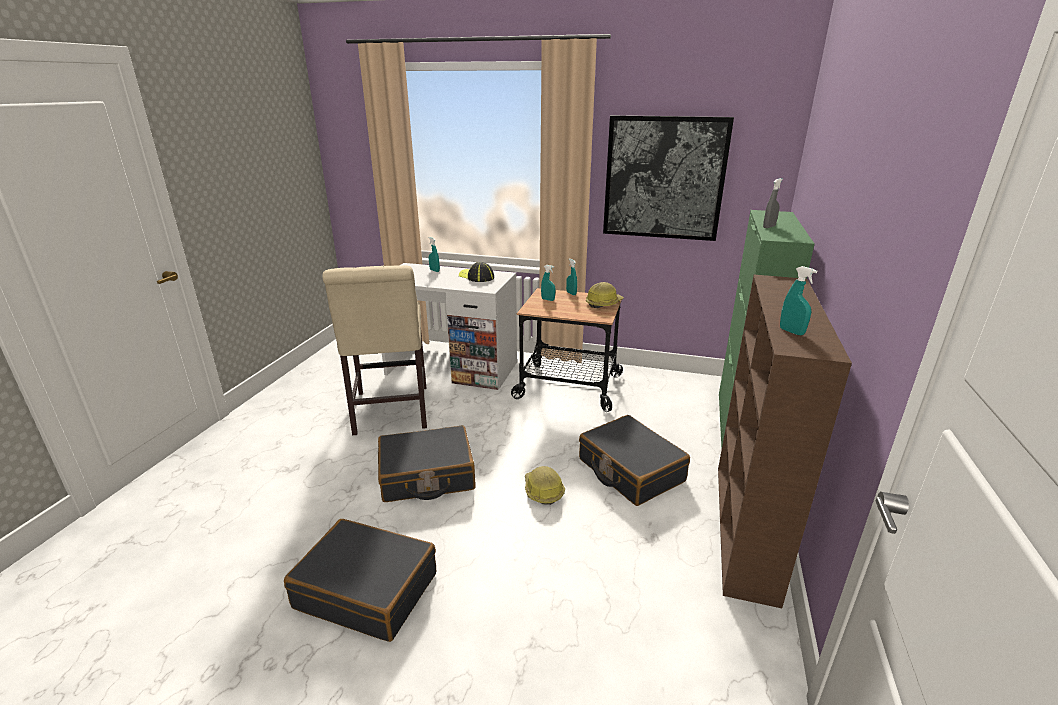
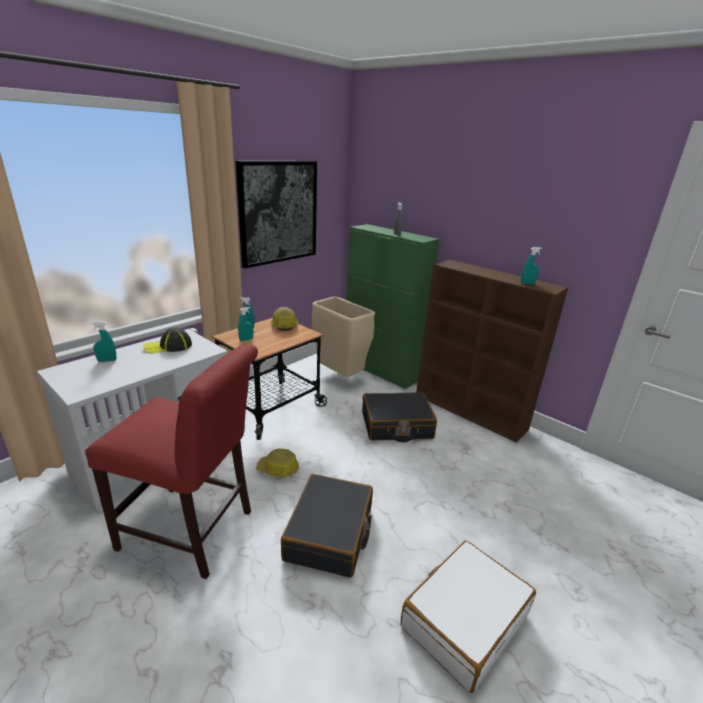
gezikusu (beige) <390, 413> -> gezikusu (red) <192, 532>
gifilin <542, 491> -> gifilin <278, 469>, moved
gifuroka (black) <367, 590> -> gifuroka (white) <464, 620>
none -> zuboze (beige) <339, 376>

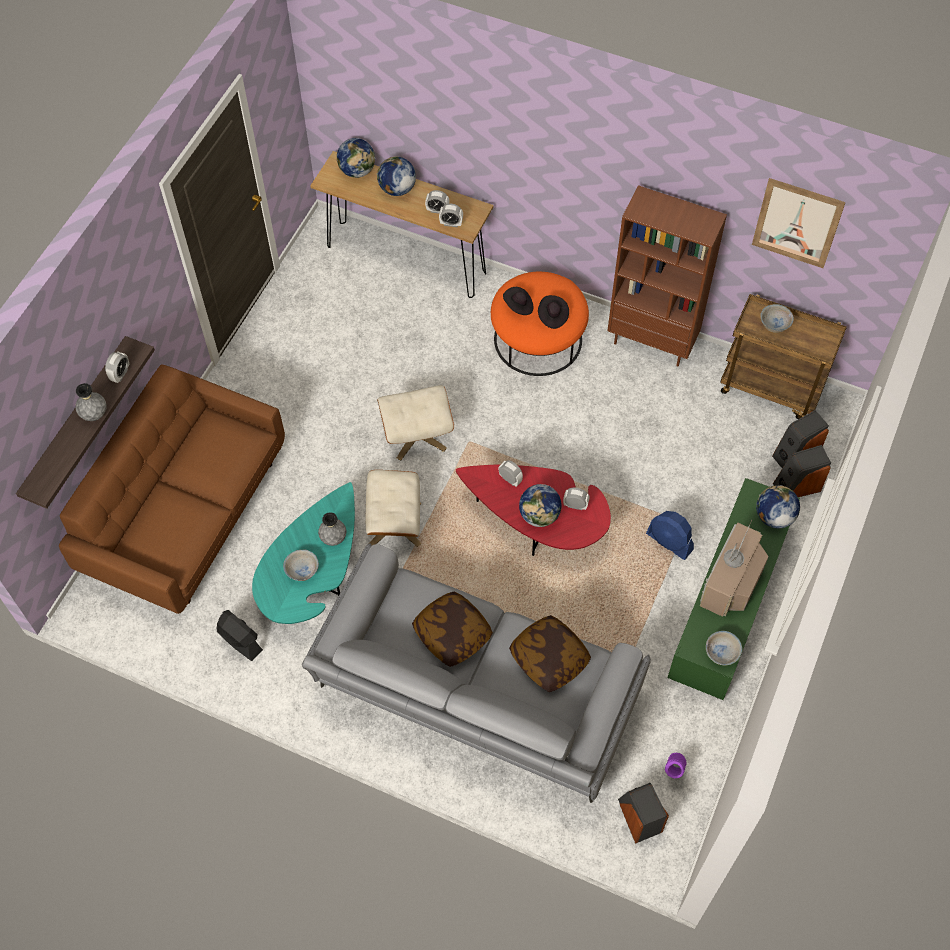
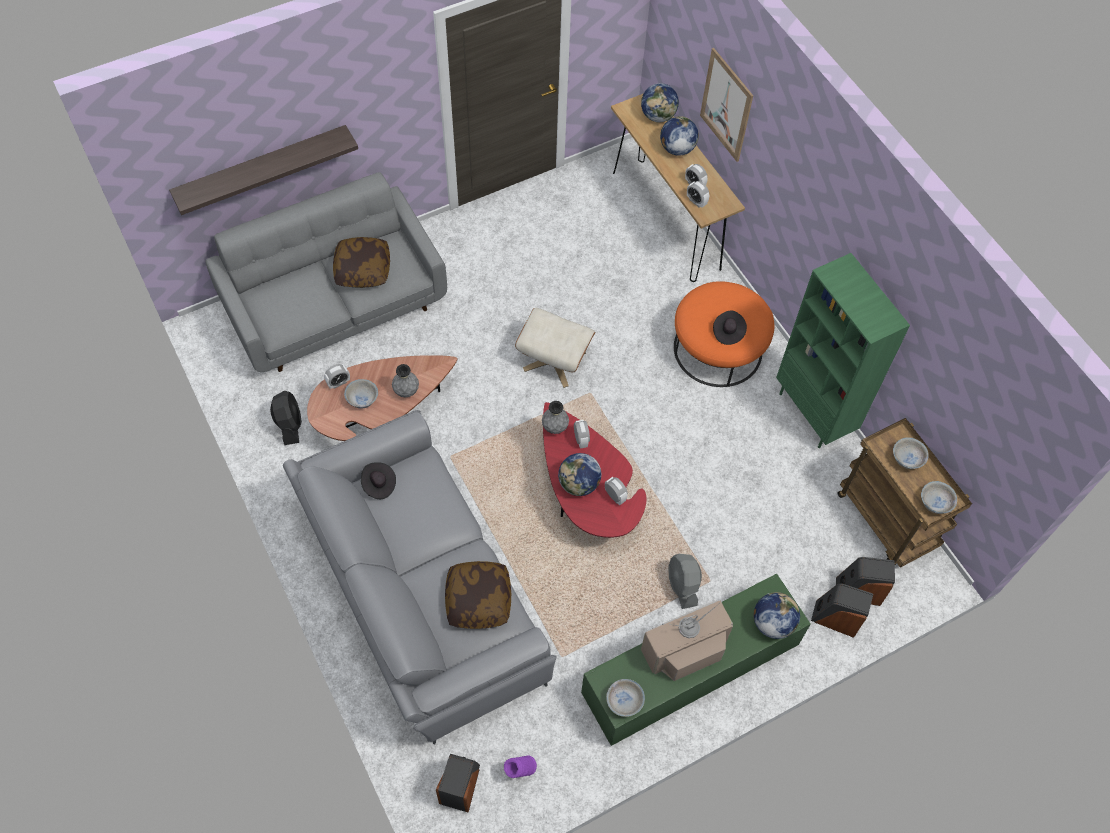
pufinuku <797, 223> -> pufinuku <726, 105>, moved
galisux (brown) <652, 342> -> galisux (green) <814, 414>
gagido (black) <518, 306> -> gagido (black) <378, 485>, moved
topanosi <120, 374> -> topanosi <338, 383>, moved
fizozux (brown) <187, 513> -> fizozux (grey) <335, 305>
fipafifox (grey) <94, 415> -> fipafifox (grey) <555, 427>, moved
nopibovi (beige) <394, 524> -> none
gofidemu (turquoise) <313, 579> -> gofidemu (brown) <380, 416>
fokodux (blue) <669, 542> -> fokodux (grey) <682, 585>
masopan <452, 634> -> masopan <362, 269>, moved
none -> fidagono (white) <935, 503>

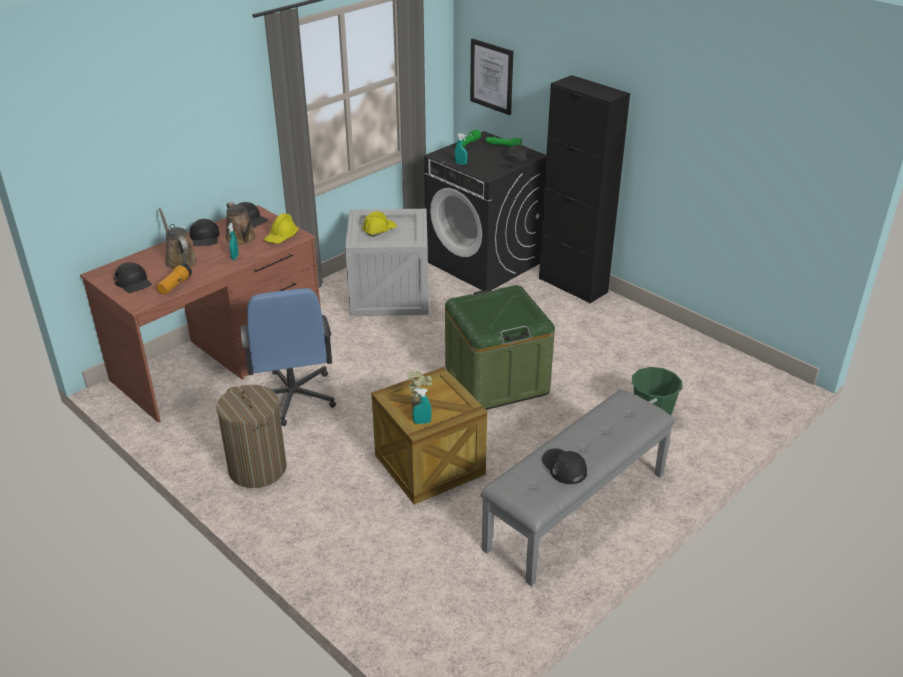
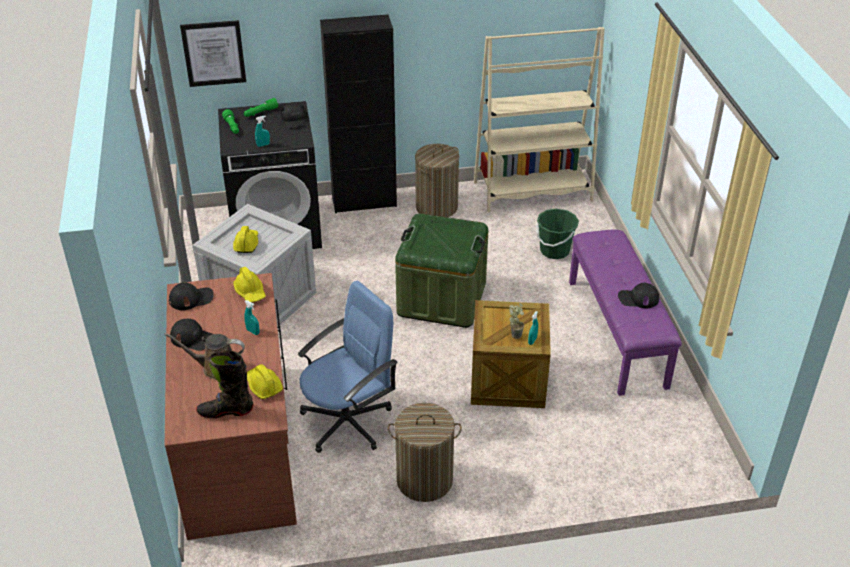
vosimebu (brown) <242, 239> -> none
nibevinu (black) <133, 282> -> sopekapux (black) <225, 411>
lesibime <175, 286> -> gifilin (yellow) <263, 386>
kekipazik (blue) <292, 397> -> kekipazik (blue) <348, 421>, 60 degrees counterclockwise
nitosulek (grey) <577, 511> -> nitosulek (purple) <617, 332>
none -> galisux (beige) <533, 191>
none -> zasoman <436, 207>

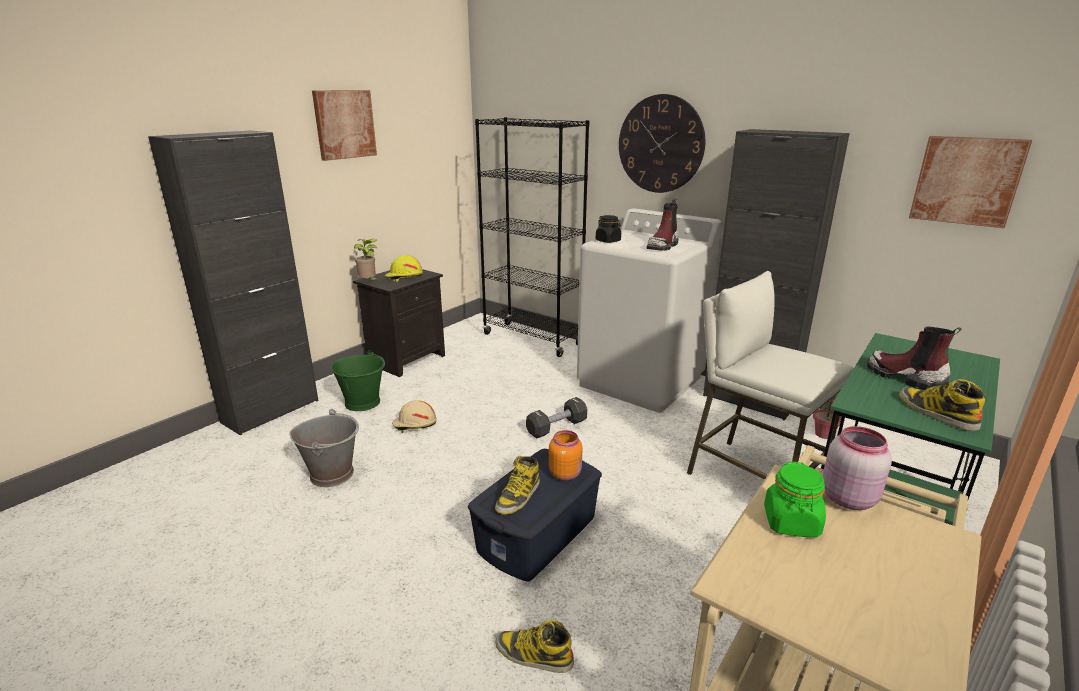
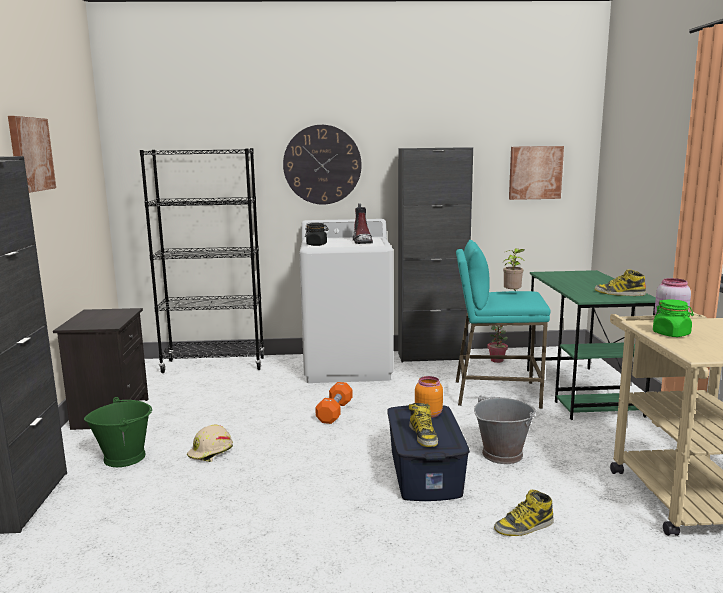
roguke <369, 282> -> roguke <512, 294>, moved
gifilin (yellow) <404, 277> -> none
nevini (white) <753, 478> -> nevini (turquoise) <496, 394>
sopekapux <904, 378> -> none
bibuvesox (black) <557, 427> -> bibuvesox (orange) <334, 412>
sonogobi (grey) <332, 474> -> sonogobi (grey) <502, 454>, moved

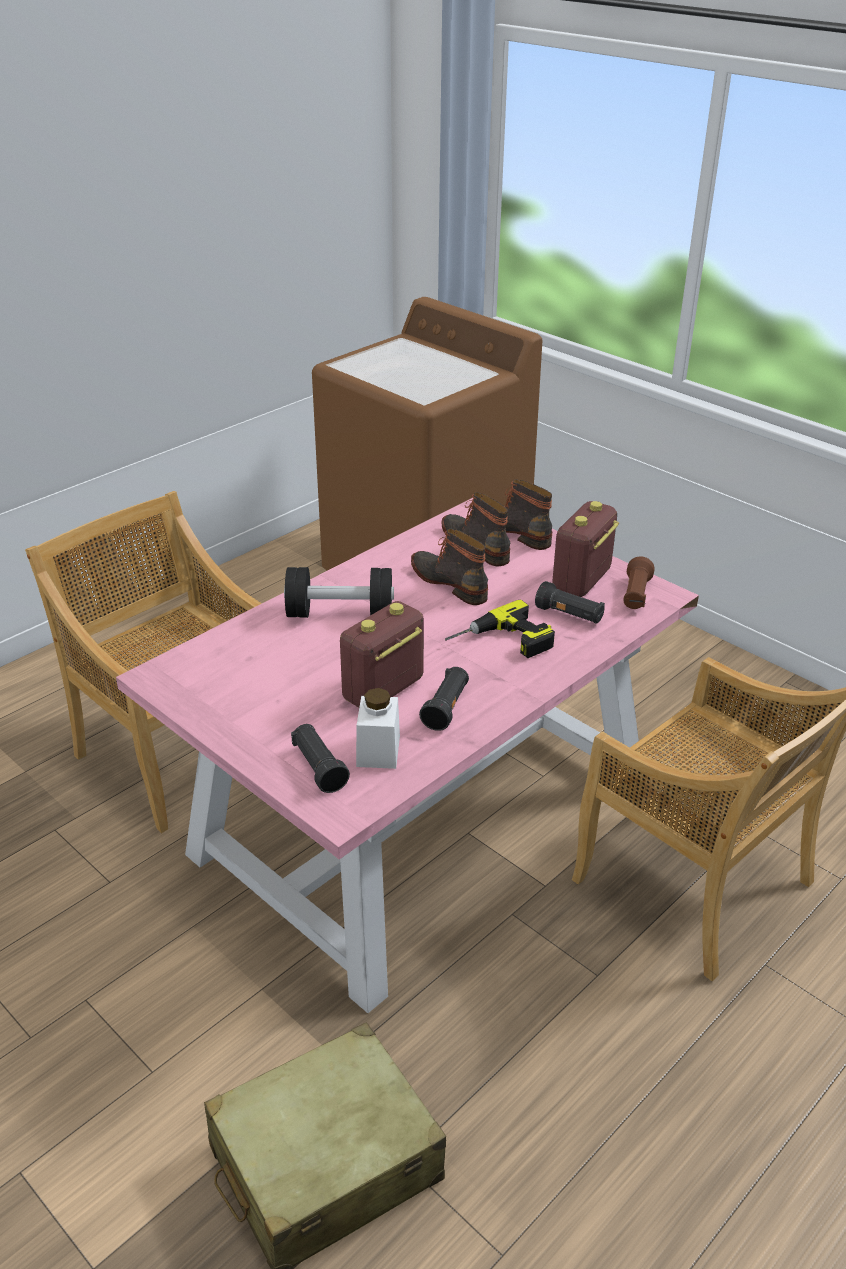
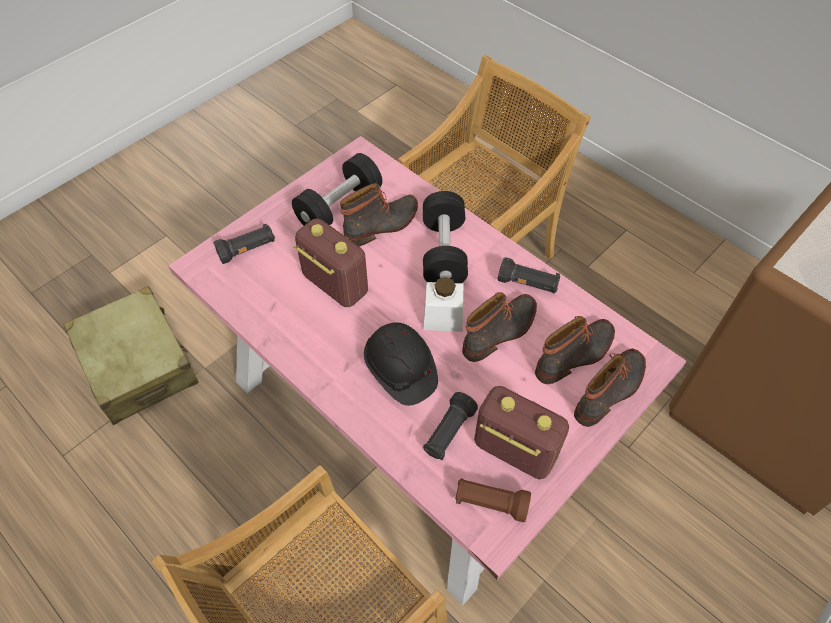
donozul <501, 643> -> gifilin (black) <400, 370>
lesibime (black) <446, 708> -> lesibime (black) <528, 284>, moved
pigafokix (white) <378, 751> -> pigafokix (white) <443, 318>, moved
none -> bibuvesox (black) <339, 207>
none -> sopekapux <382, 225>

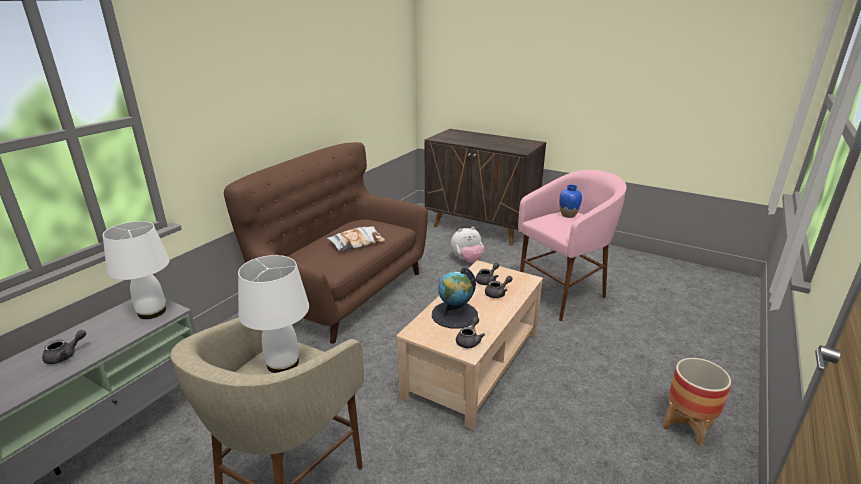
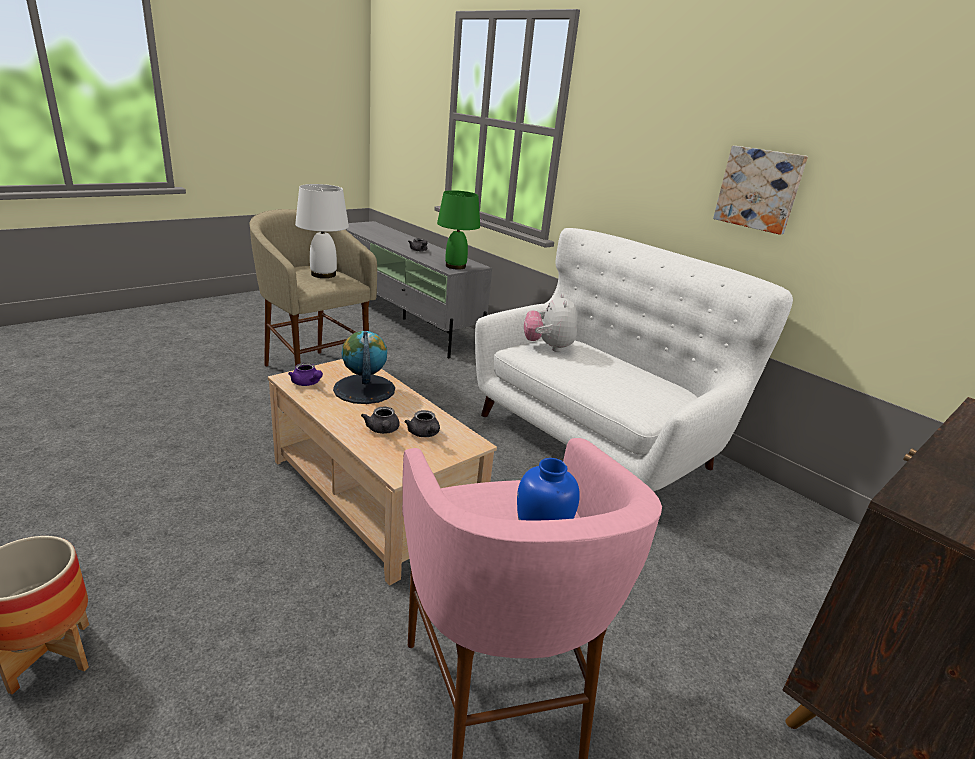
fizozux (brown) <341, 291> -> fizozux (white) <597, 438>
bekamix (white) <152, 312> -> bekamix (green) <455, 266>
masopan <357, 243> -> none
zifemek <467, 260> -> zifemek <548, 347>, moved
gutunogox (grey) <469, 340> -> gutunogox (purple) <307, 383>
none -> pufinuku <759, 189>

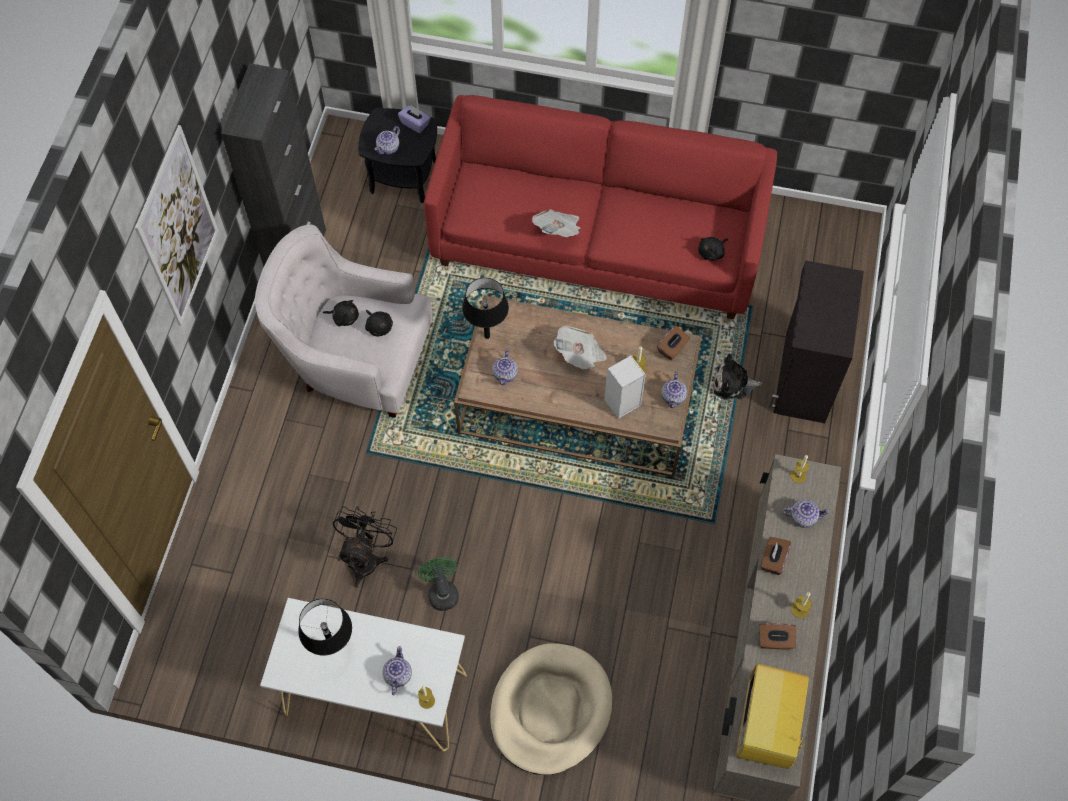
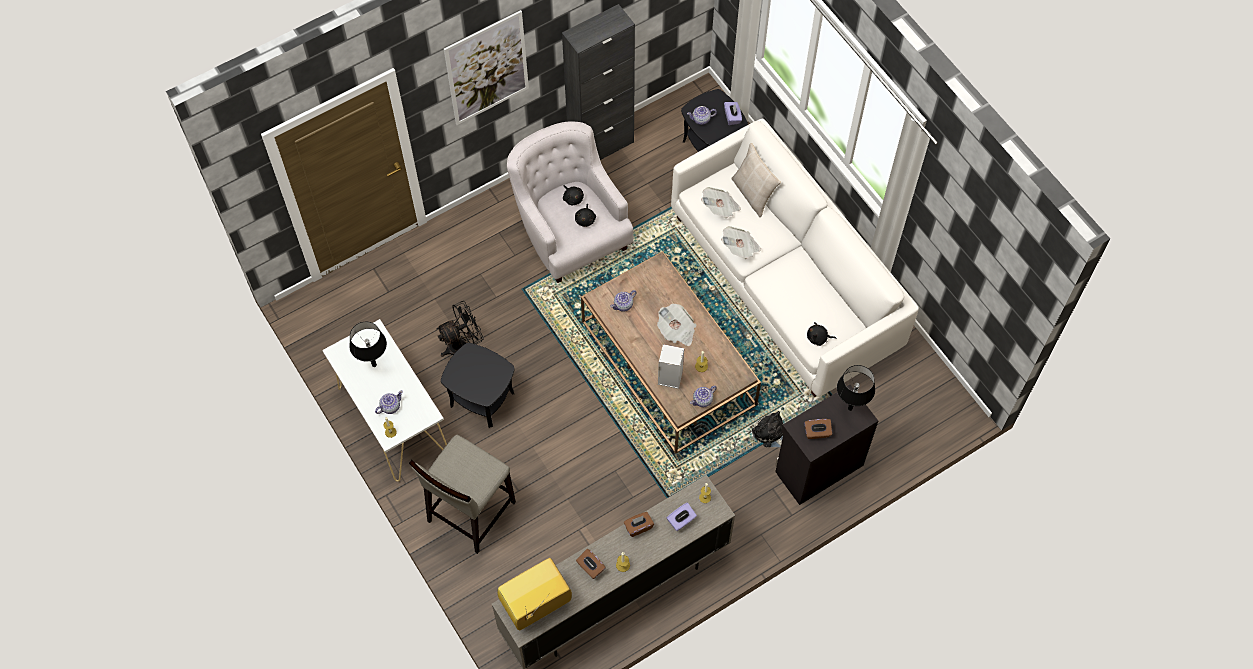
fizozux (red) <597, 241> -> fizozux (white) <785, 281>
bekamix (black) <487, 336> -> bekamix (black) <850, 408>, moved
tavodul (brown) <672, 348> -> tavodul (brown) <817, 433>, moved
gutunogox <802, 517> -> tavodul (purple) <681, 521>
fokodux (green) <442, 591> -> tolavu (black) <482, 399>
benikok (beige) <550, 710> -> nevini (beige) <470, 512>
none -> masopan (beige) <753, 194>
none -> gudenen <720, 208>

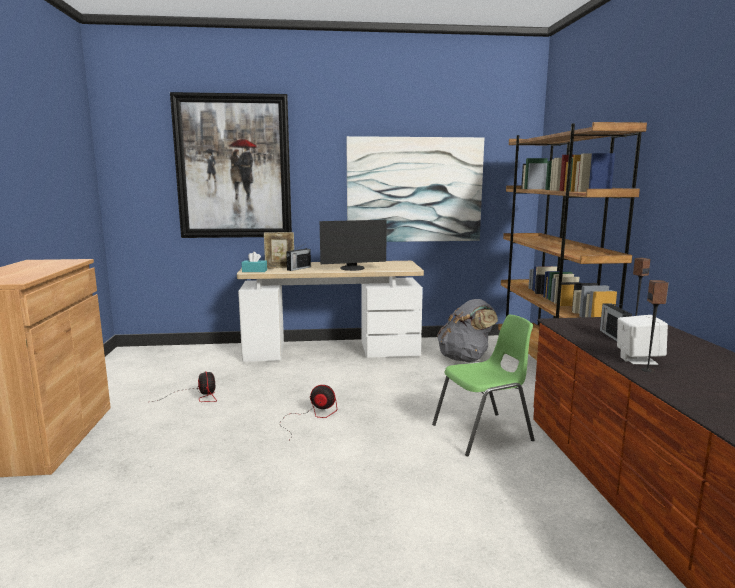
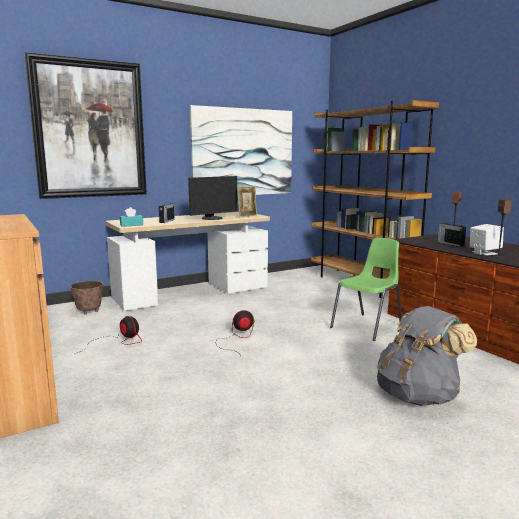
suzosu <280, 268> -> suzosu <247, 216>, moved
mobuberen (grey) <465, 358> -> mobuberen (grey) <418, 396>, moved
none -> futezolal <89, 312>

